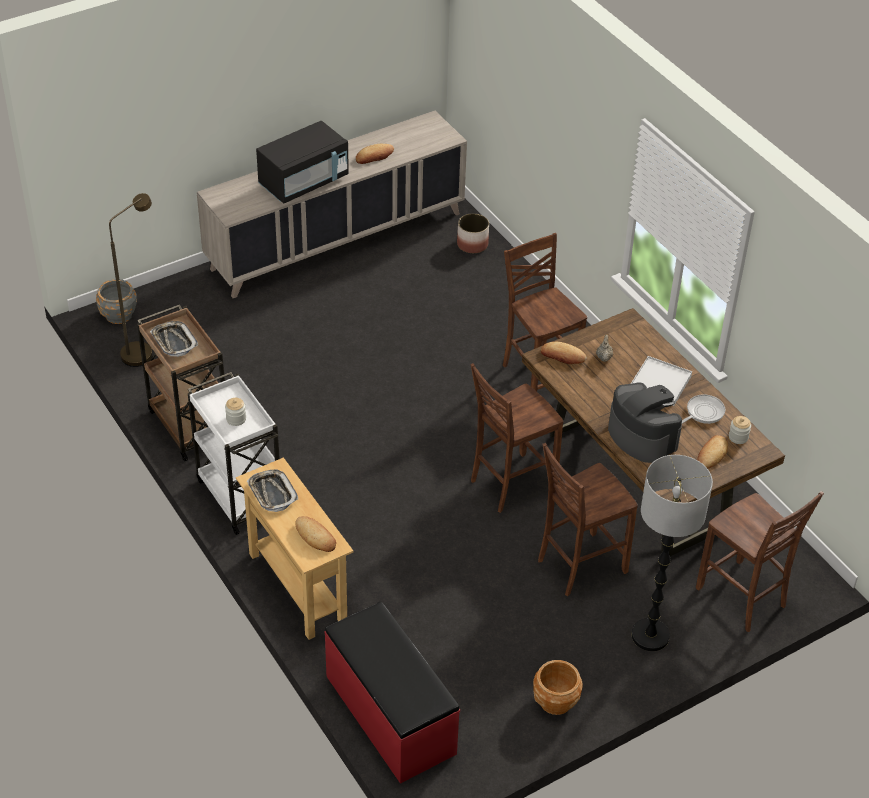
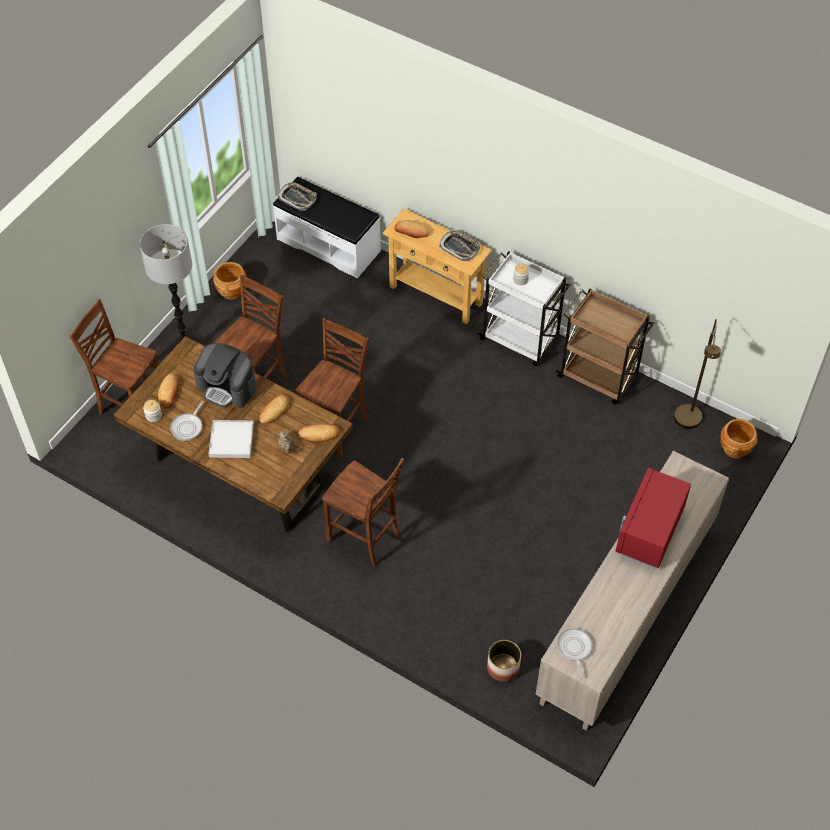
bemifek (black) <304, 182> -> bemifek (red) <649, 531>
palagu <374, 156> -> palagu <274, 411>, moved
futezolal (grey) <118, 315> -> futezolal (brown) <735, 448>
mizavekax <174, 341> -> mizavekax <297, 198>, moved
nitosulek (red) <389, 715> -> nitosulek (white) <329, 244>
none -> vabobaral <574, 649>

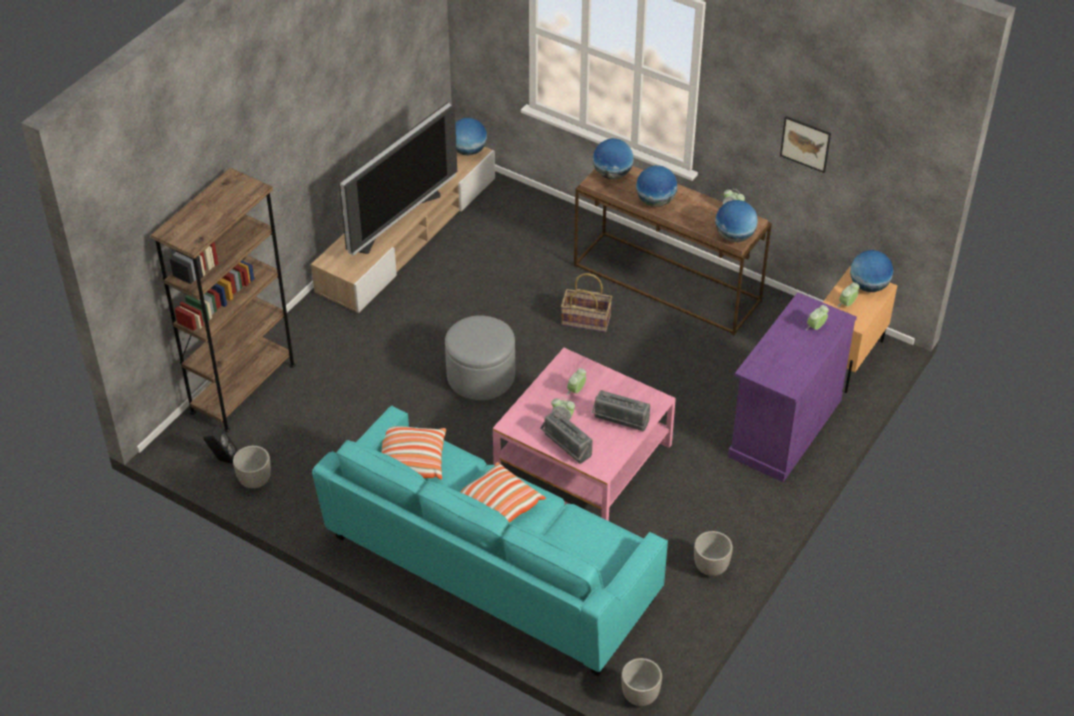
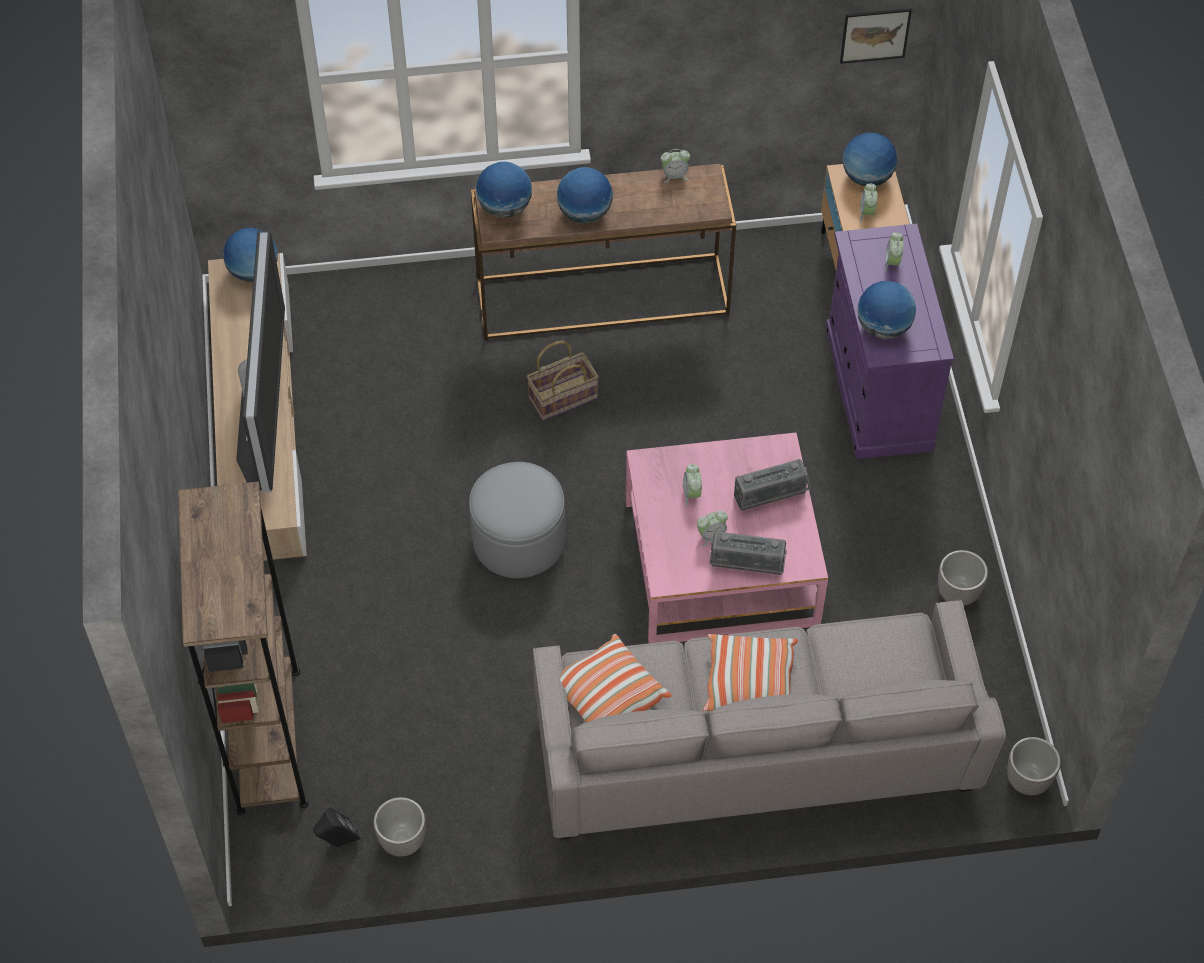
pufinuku <805, 144> -> pufinuku <875, 35>, moved
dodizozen <734, 236> -> dodizozen <883, 328>, moved
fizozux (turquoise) <491, 568> -> fizozux (grey) <754, 753>

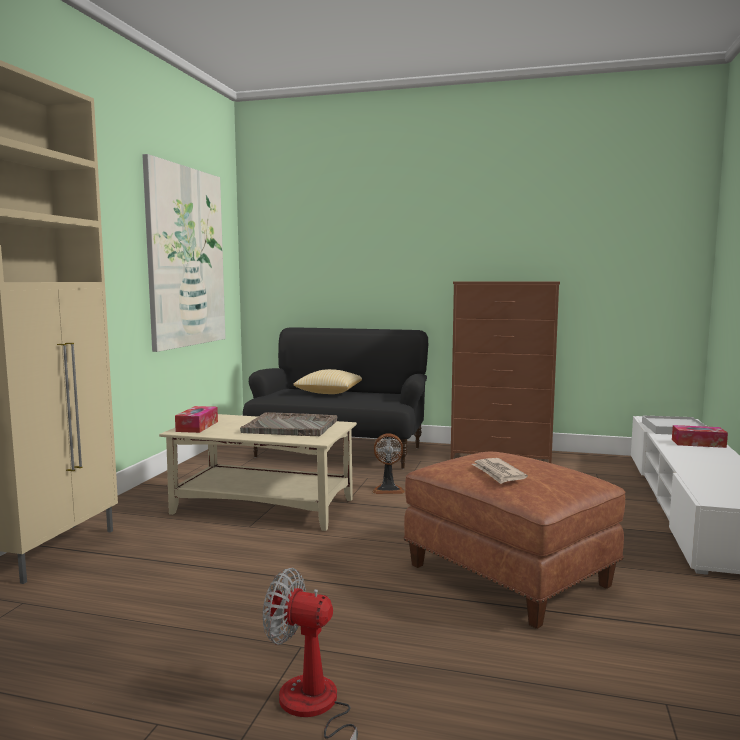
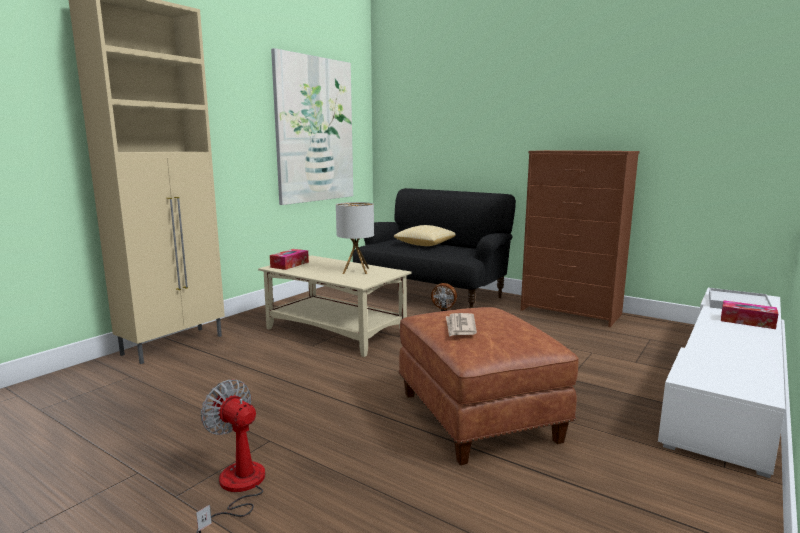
mizavekax (grey) <291, 427> -> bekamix <356, 271>

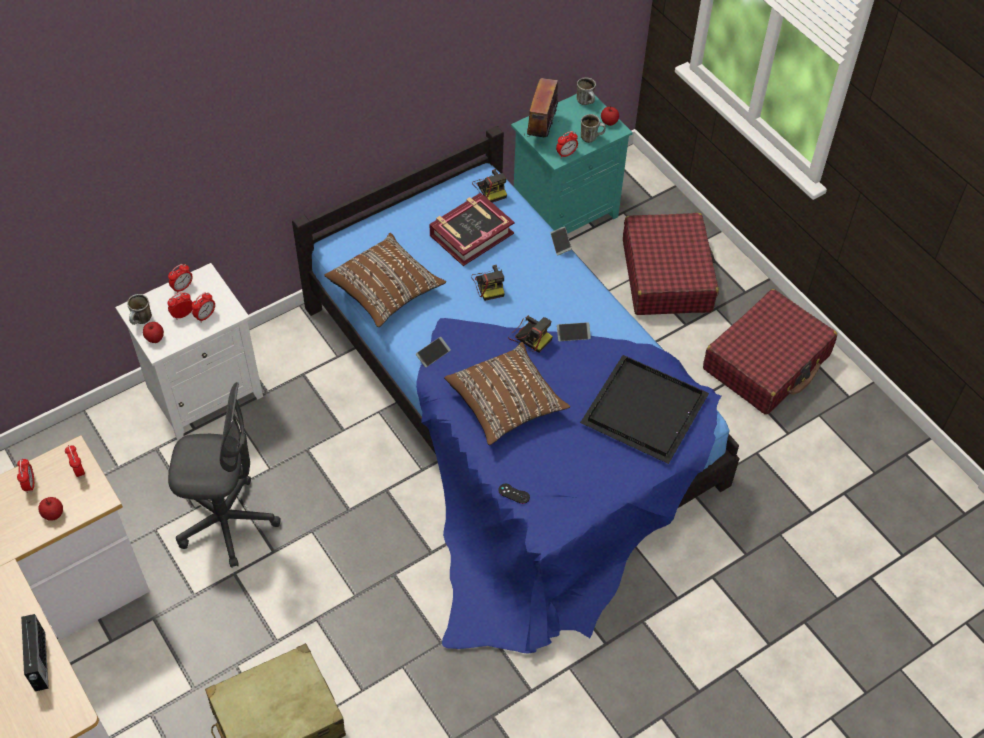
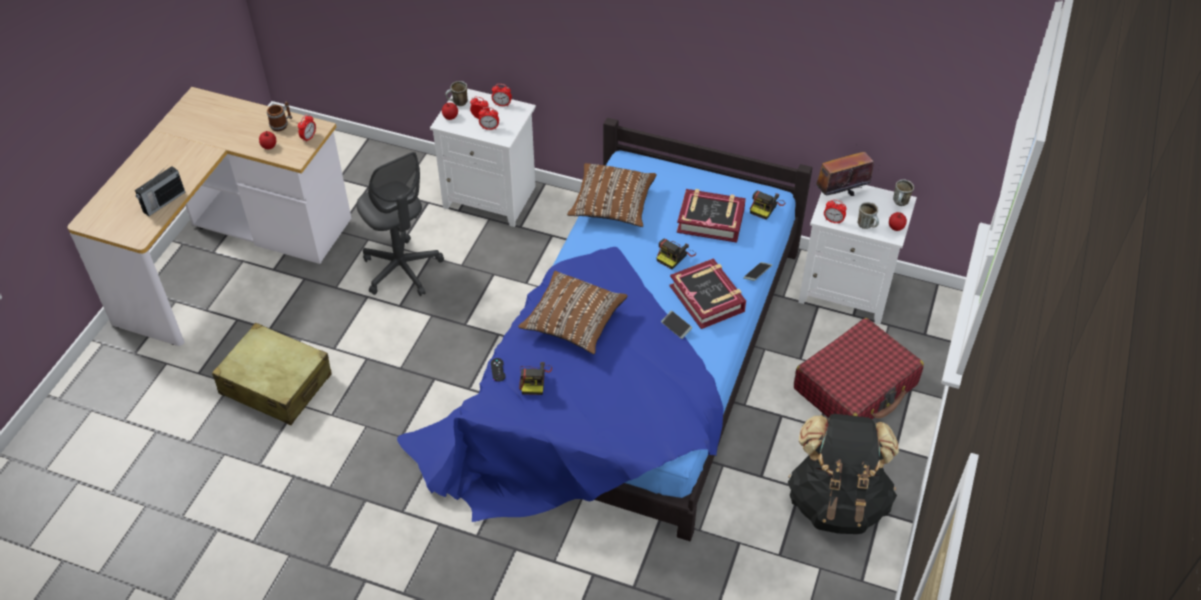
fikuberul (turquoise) <564, 212> -> fikuberul (white) <848, 290>
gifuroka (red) <767, 362> -> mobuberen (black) <837, 502>
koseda <529, 336> -> koseda <534, 379>, moved
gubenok <433, 354> -> none
mizavekax (black) <645, 412> -> none
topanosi <30, 484> -> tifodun <282, 124>
none -> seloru <707, 298>

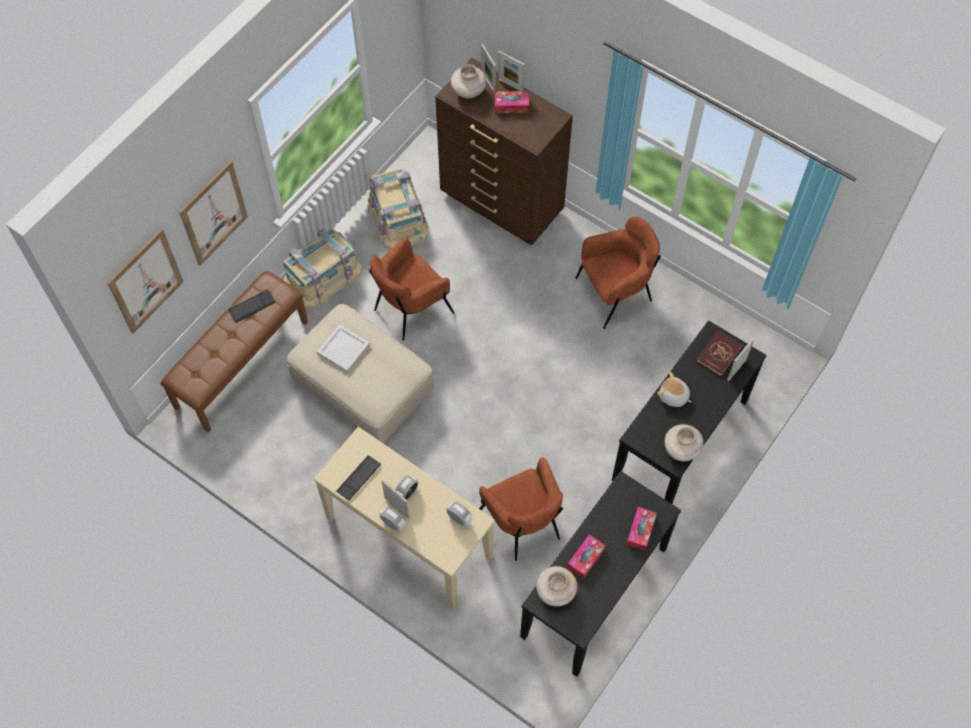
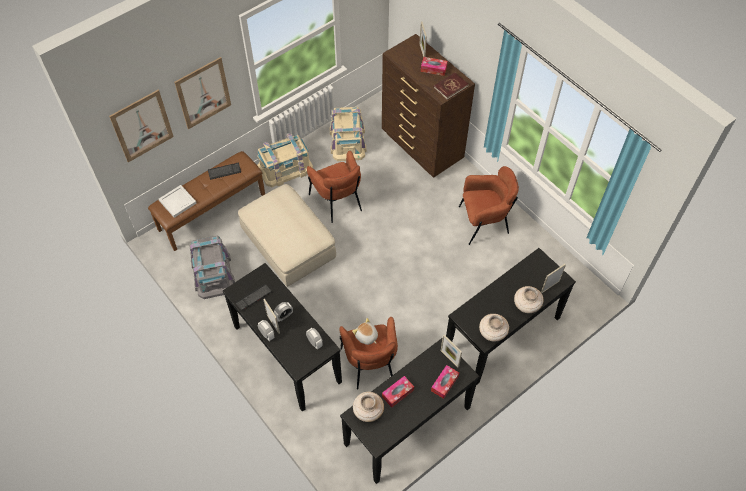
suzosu <510, 85> -> suzosu <449, 358>, moved
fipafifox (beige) <468, 91> -> fipafifox (beige) <526, 305>, moved
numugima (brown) <411, 308> -> numugima (brown) <338, 201>, 90 degrees counterclockwise
mizavekax (white) <344, 349> -> mizavekax (white) <178, 202>, moved
seloru (red) <718, 353> -> seloru (red) <450, 87>, moved
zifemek <673, 396> -> zifemek <366, 336>, moved
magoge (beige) <408, 537> -> magoge (black) <286, 354>
none -> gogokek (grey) <212, 273>

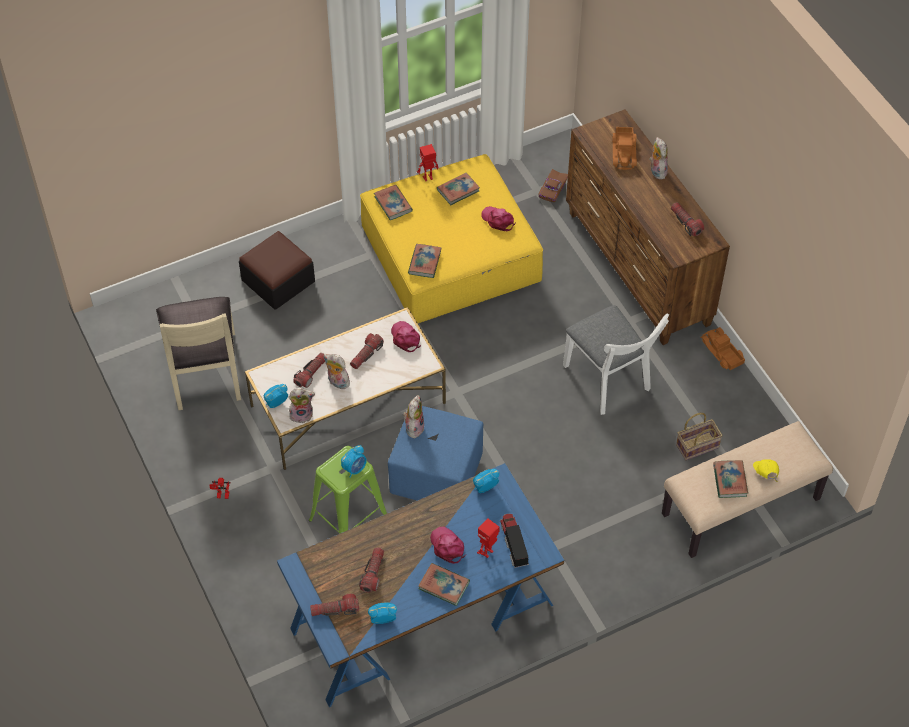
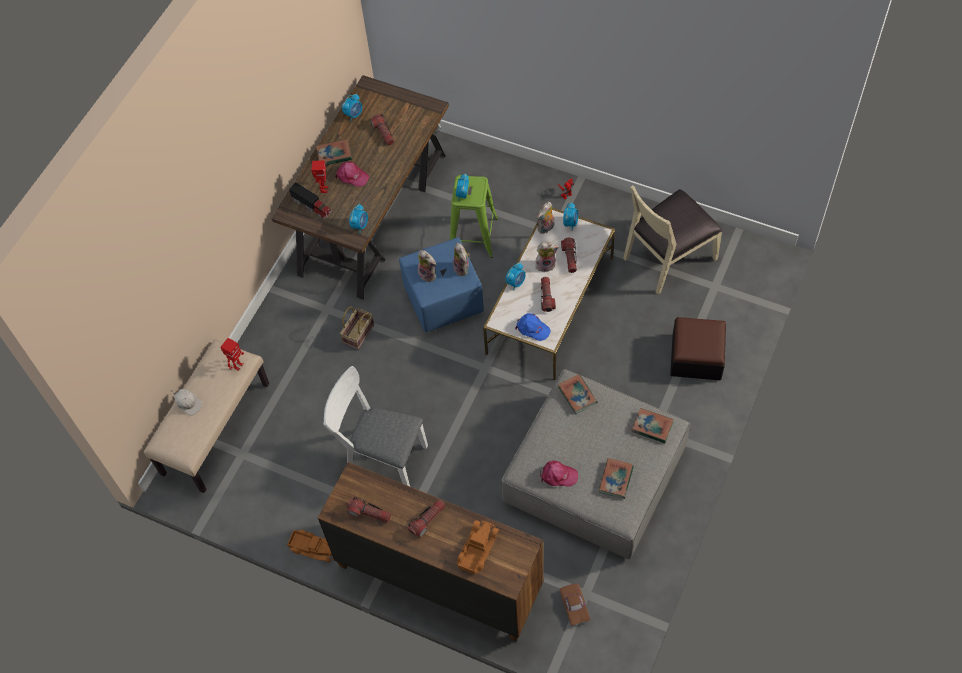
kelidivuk <624, 152> -> kelidivuk <477, 549>, 60 degrees clockwise
zifemek <656, 171> -> zifemek <428, 274>, moved
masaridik <428, 178> -> masaridik <237, 365>, moved
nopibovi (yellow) <450, 256> -> nopibovi (grey) <595, 474>
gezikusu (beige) <204, 371> -> gezikusu (beige) <668, 257>, 75 degrees counterclockwise
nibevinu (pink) <405, 338> -> nibevinu (blue) <532, 328>
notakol <698, 445> -> notakol <359, 335>, moved
nibevinu (yellow) <765, 473> -> nibevinu (white) <188, 404>
seloru <730, 480> -> none
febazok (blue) <422, 618> -> febazok (brown) <372, 213>
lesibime <335, 610> -> lesibime <427, 520>, moved
none -> topanosi <516, 282>

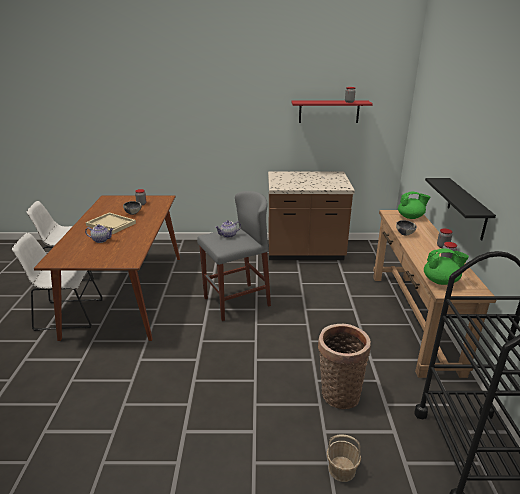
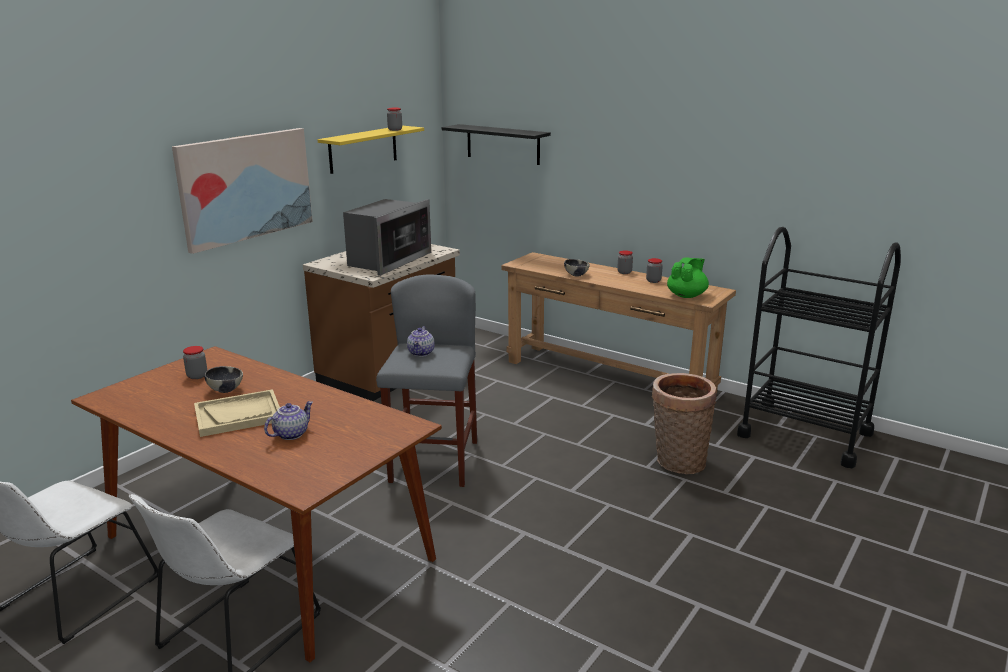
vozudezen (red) <329, 111> -> vozudezen (yellow) <363, 149>
vozudezen (black) <467, 208> -> vozudezen (black) <503, 144>, moved
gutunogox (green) <411, 217> -> none
notakol <342, 469> -> none
none -> pufinuku <245, 187>
none -> bemifek <388, 260>

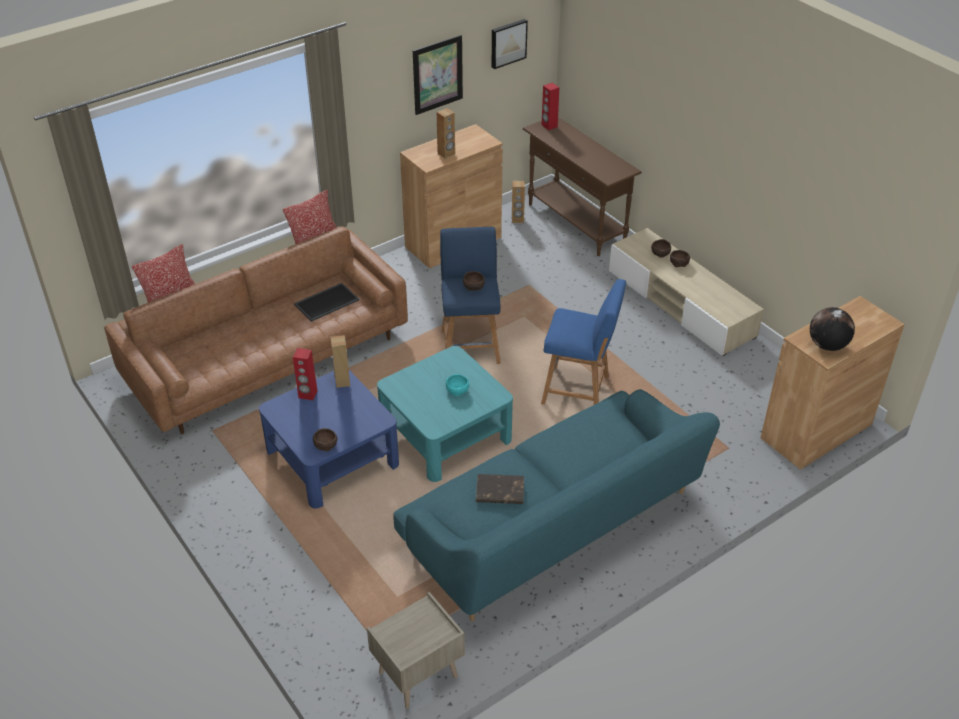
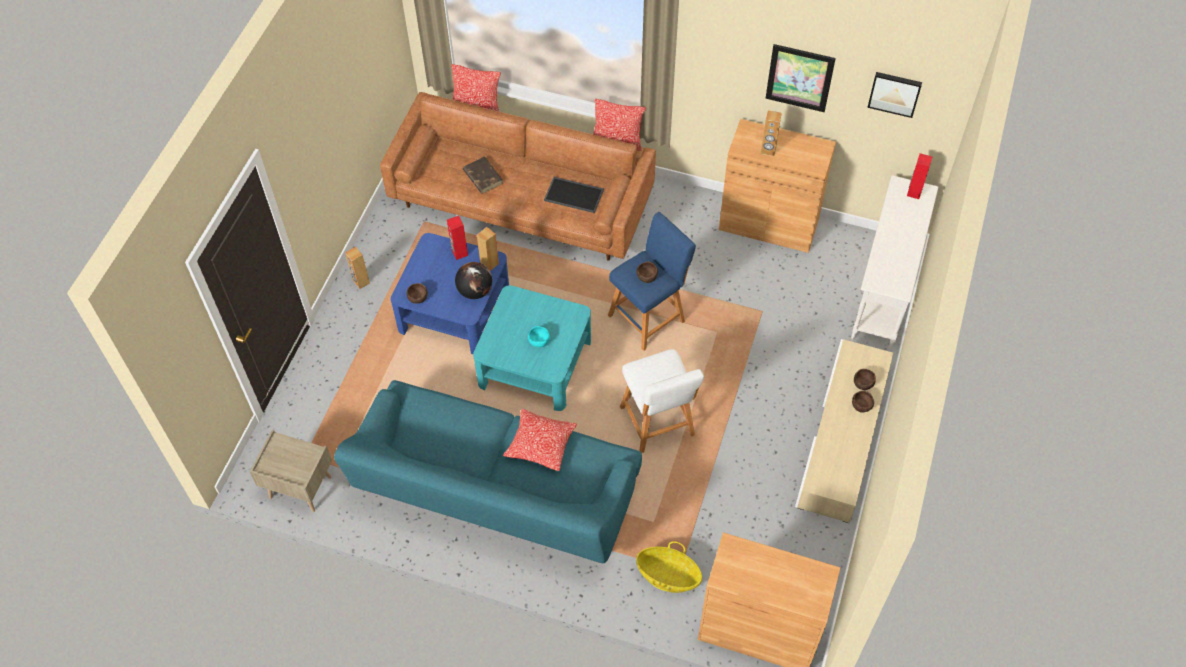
magoge (brown) <576, 224> -> magoge (white) <883, 295>
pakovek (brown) <517, 219> -> pakovek (brown) <361, 282>, moved
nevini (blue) <579, 391> -> nevini (white) <658, 424>
dodizozen <827, 345> -> dodizozen <475, 291>, moved
seloru (brown) <499, 492> -> seloru (brown) <482, 176>, moved
none -> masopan <540, 444>
none -> notakol <668, 576>

